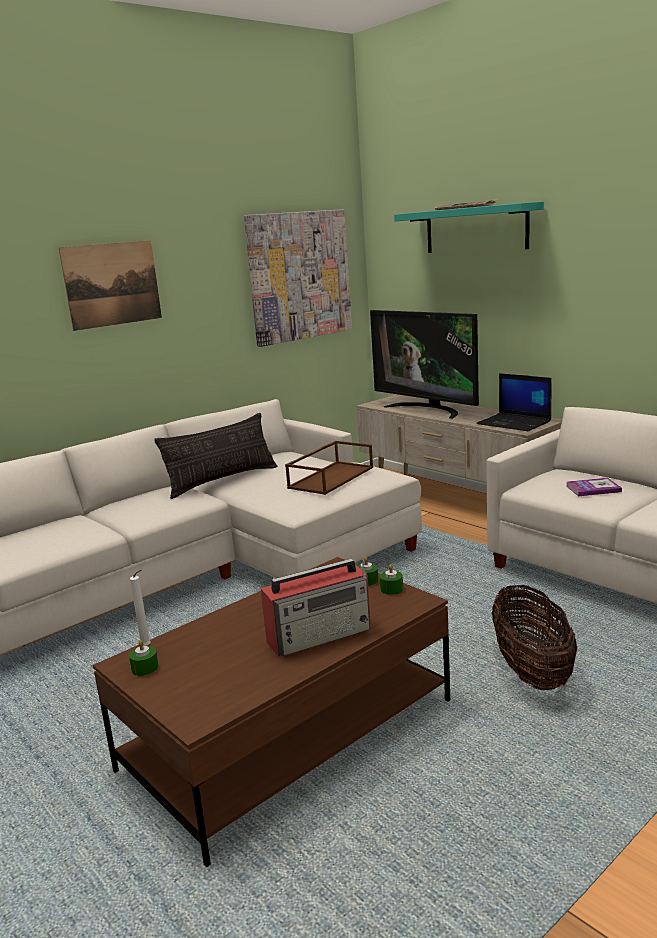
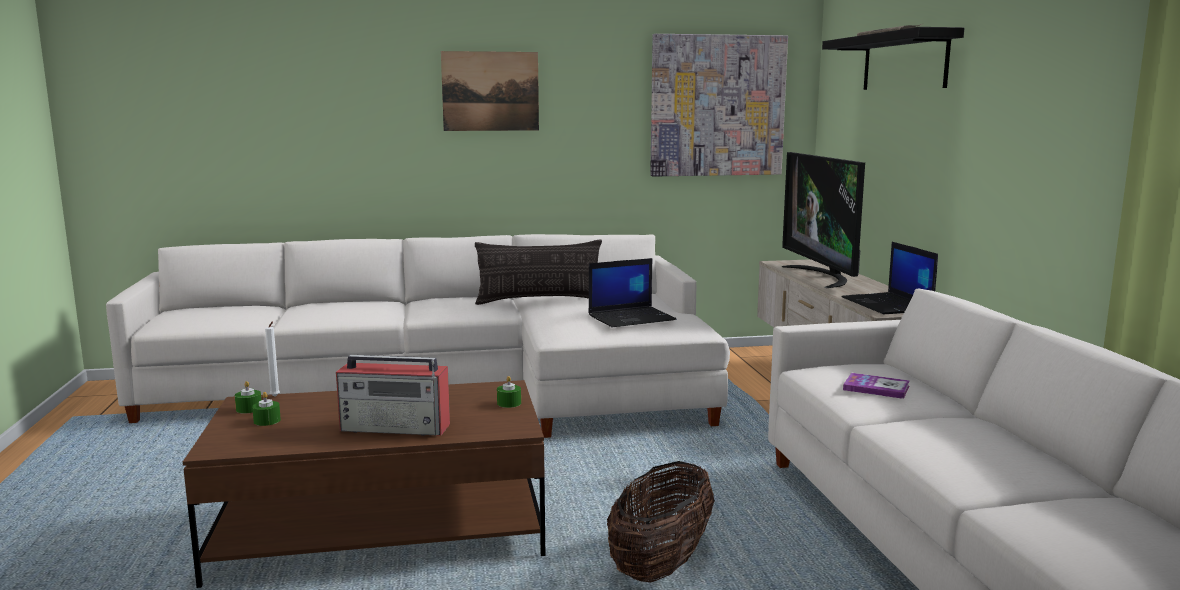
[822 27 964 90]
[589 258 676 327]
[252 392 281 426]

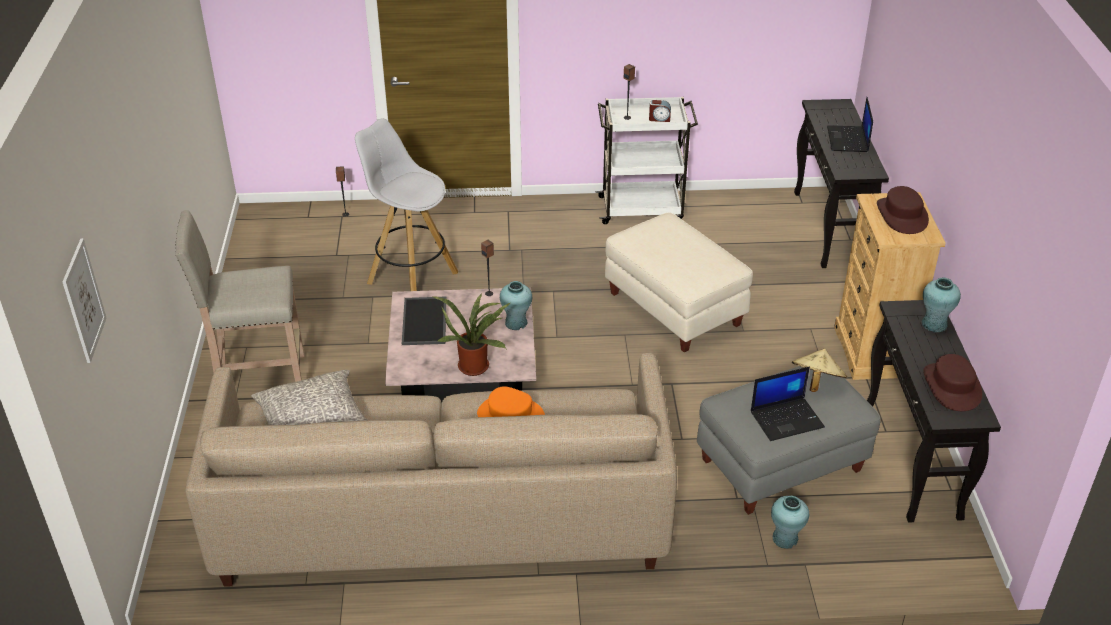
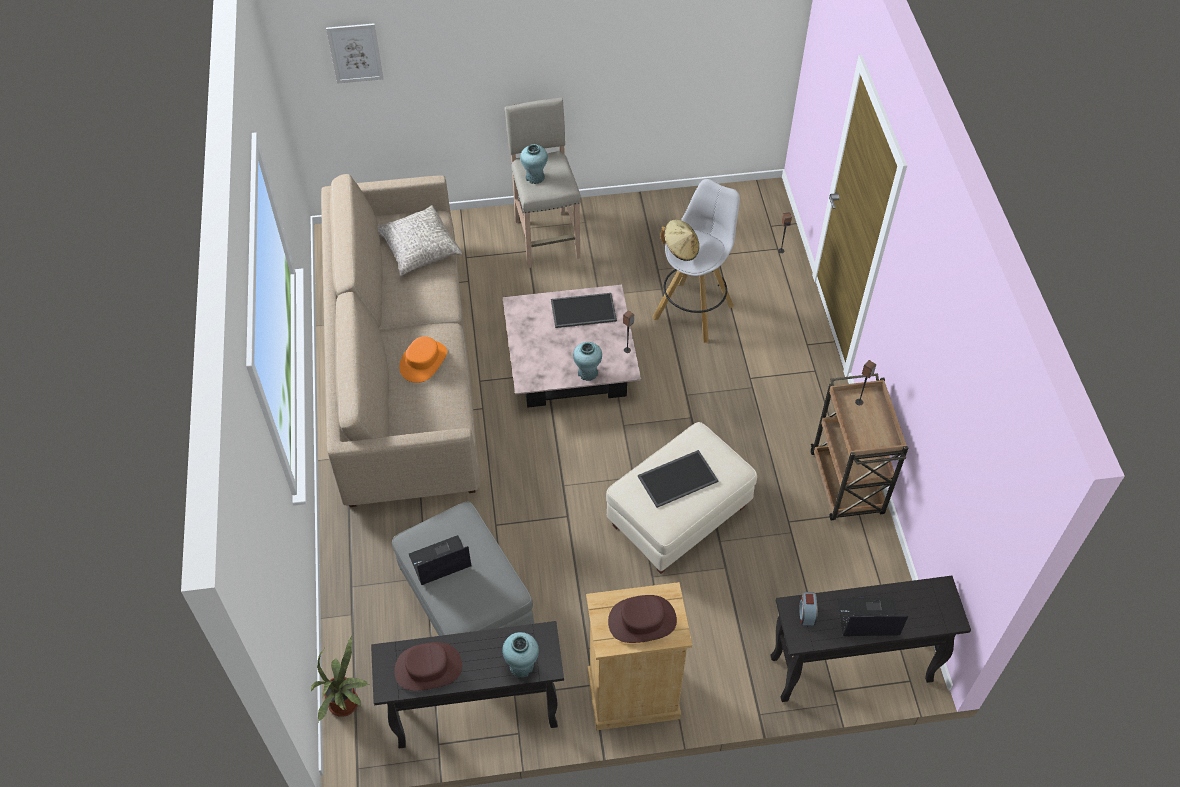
[811 373 908 520]
[799 592 818 625]
[311 636 369 722]
[661 219 699 261]
[409 535 471 585]
[520 144 548 184]
[638 450 719 508]

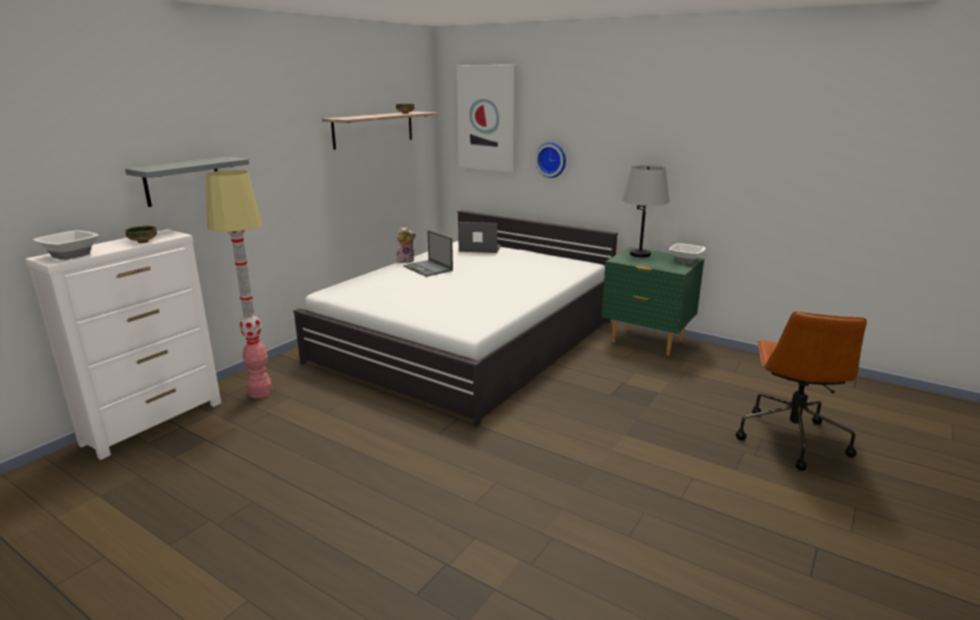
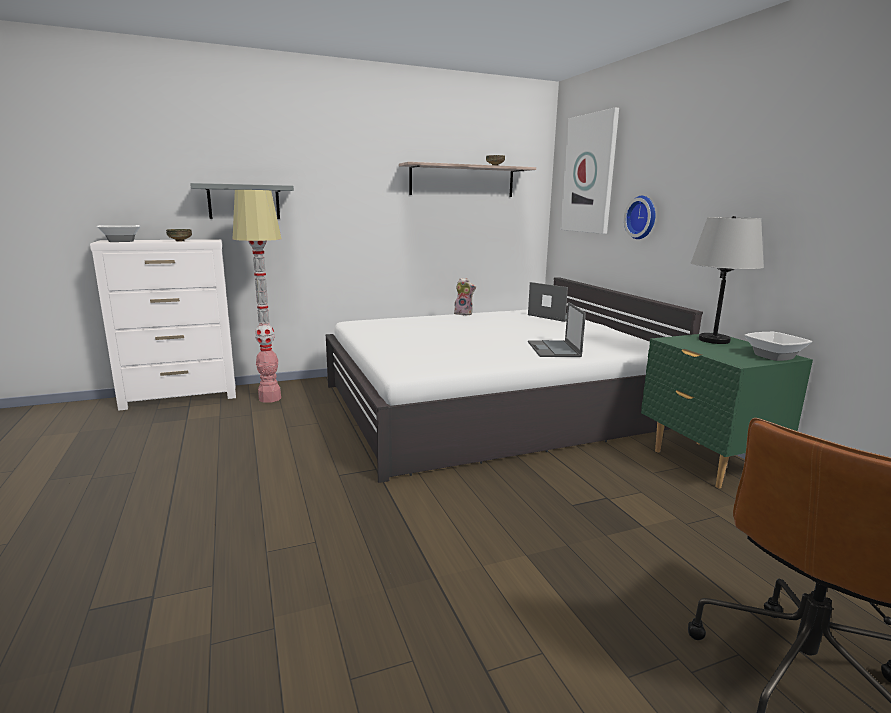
[528 302 586 357]

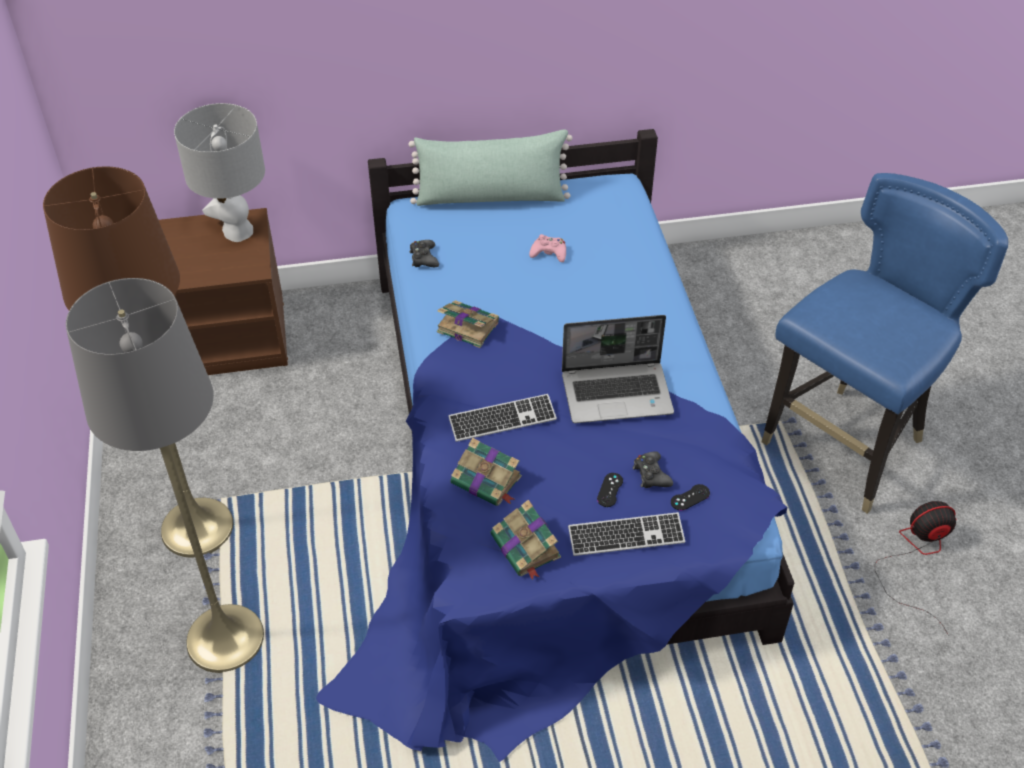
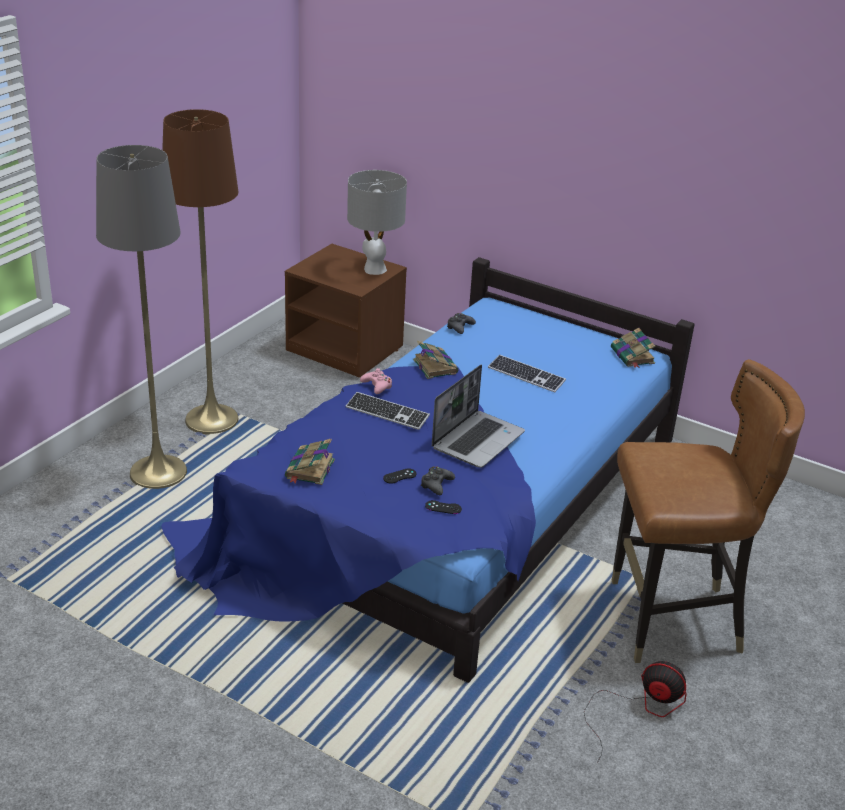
[409 129 572 206] (first image)
[612 359 805 663]
[360 368 392 394]
[432 365 525 468]
[611 328 656 368]
[488 355 566 392]

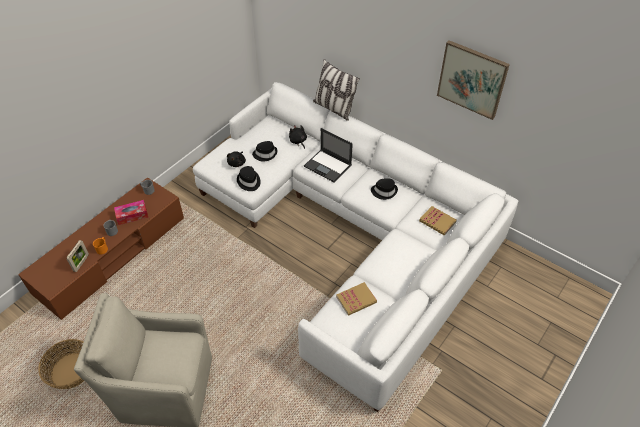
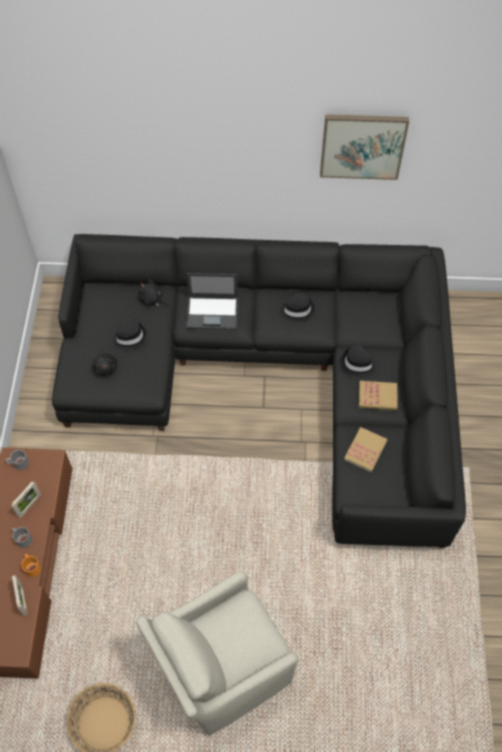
[313 59 360 121] (first image)
[52 234 466 548]
[342 345 376 377]
[11 481 41 518]
[359 381 397 410]

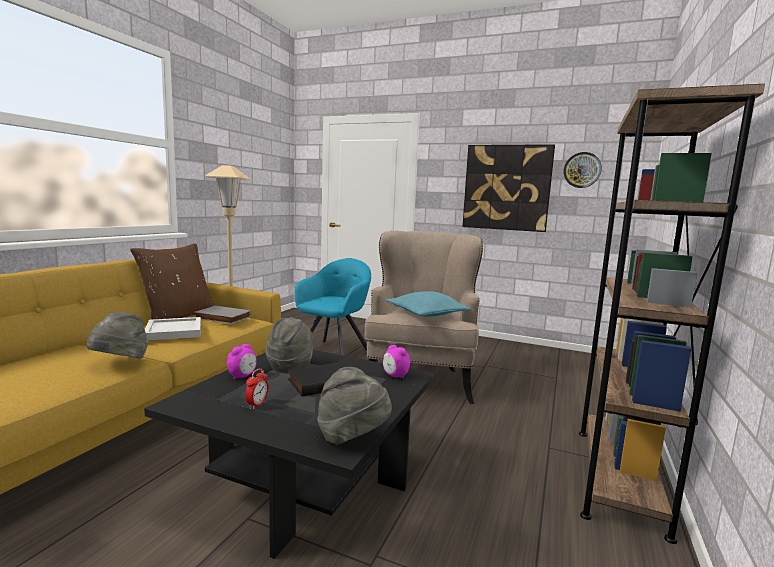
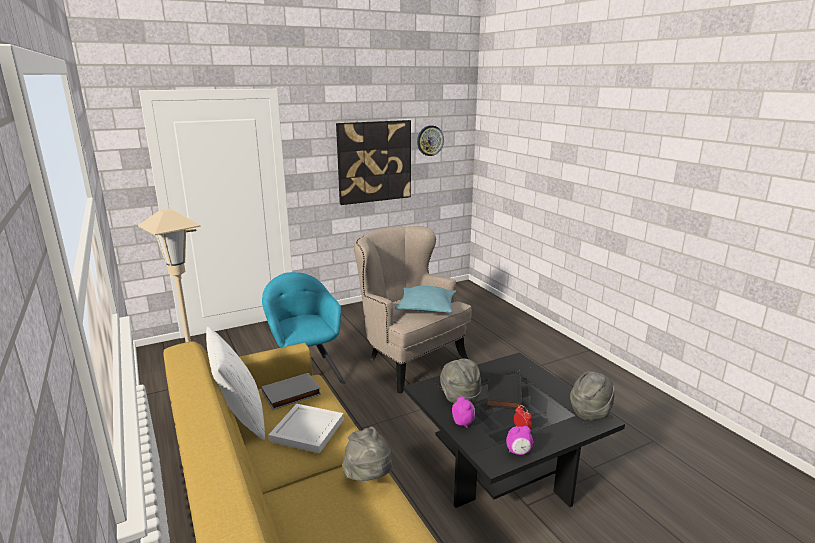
[579 84 765 544] (first image)
[206 327 265 440]
[506 426 533 455]

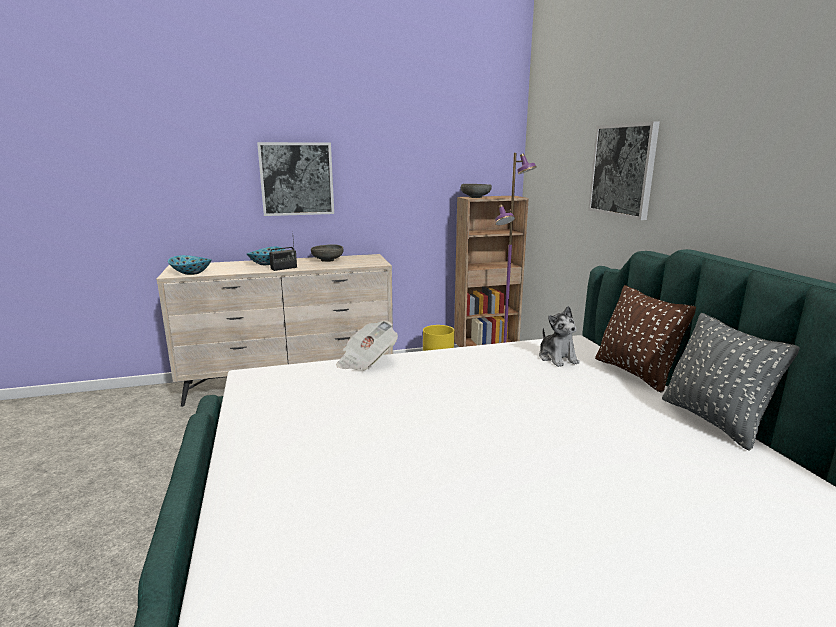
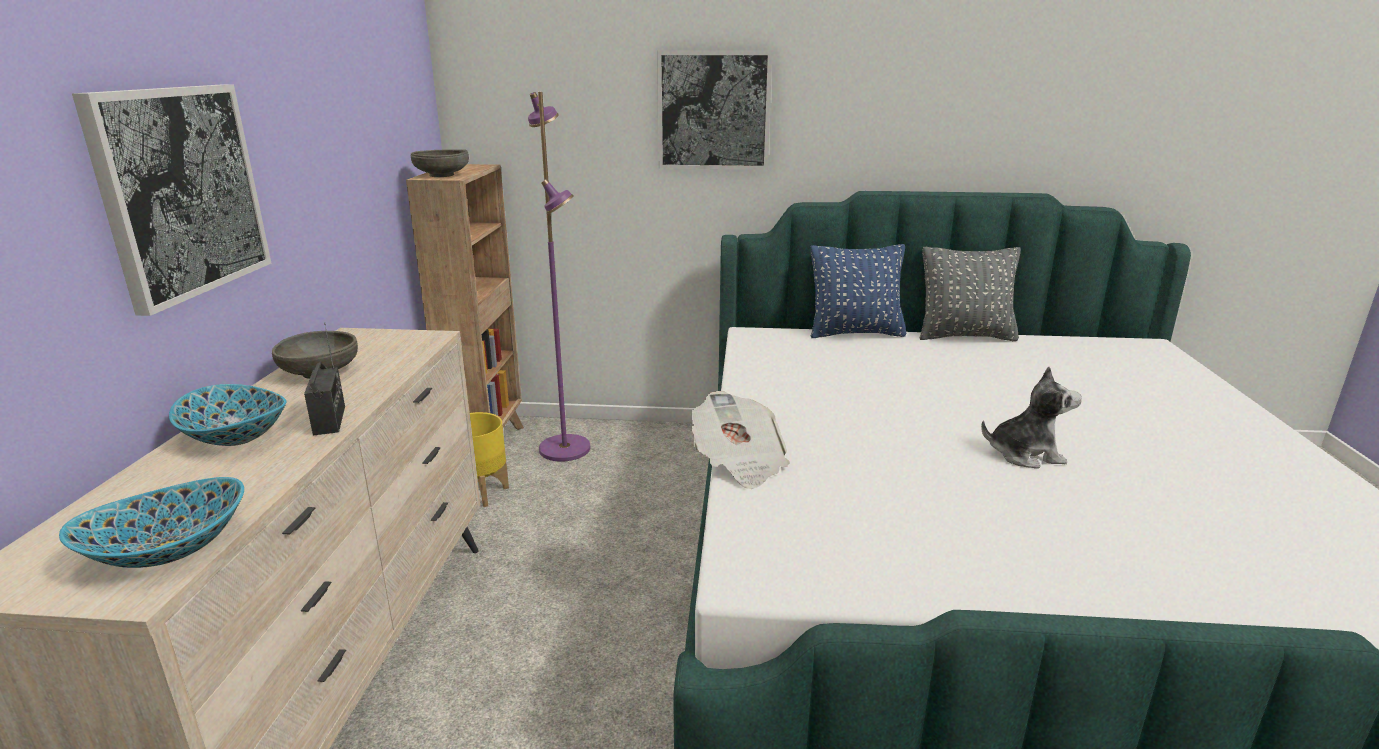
[810 244 906 338]
[981 367 1082 469]

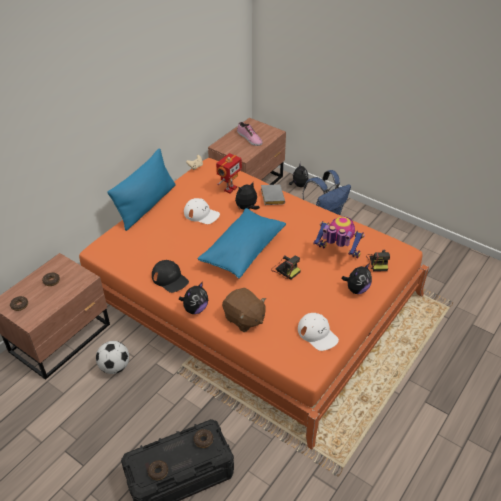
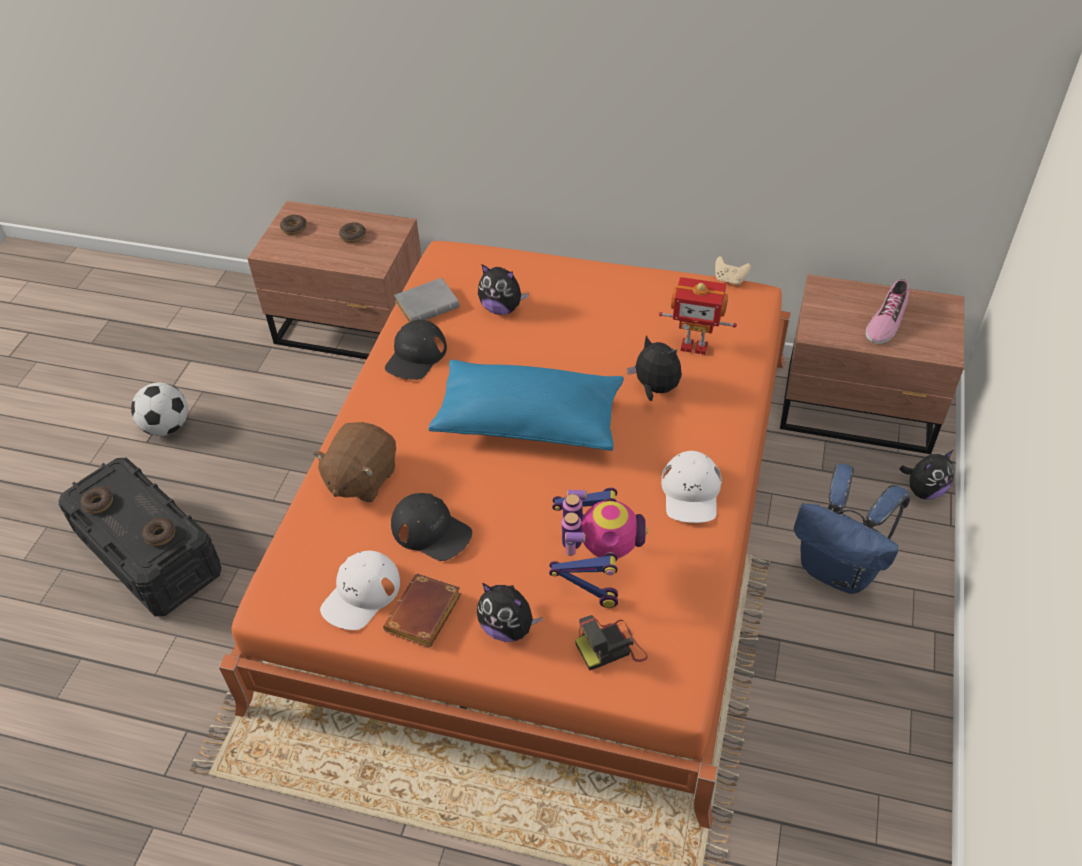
[107 148 176 231] (first image)
[394 277 460 322]
[661 451 722 523]
[271 255 301 280] (first image)
[478 264 529 315]
[131 383 188 436]
[391 493 472 561]
[383 574 461 648]

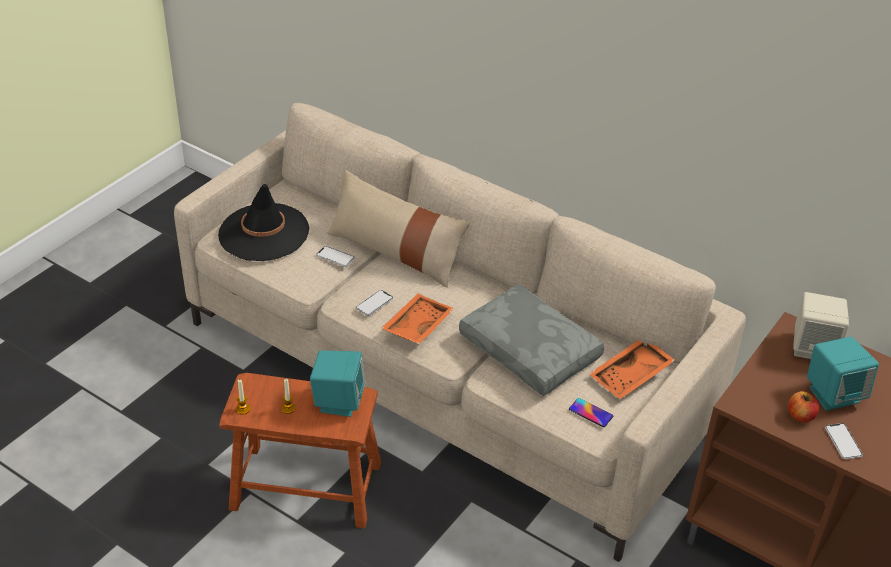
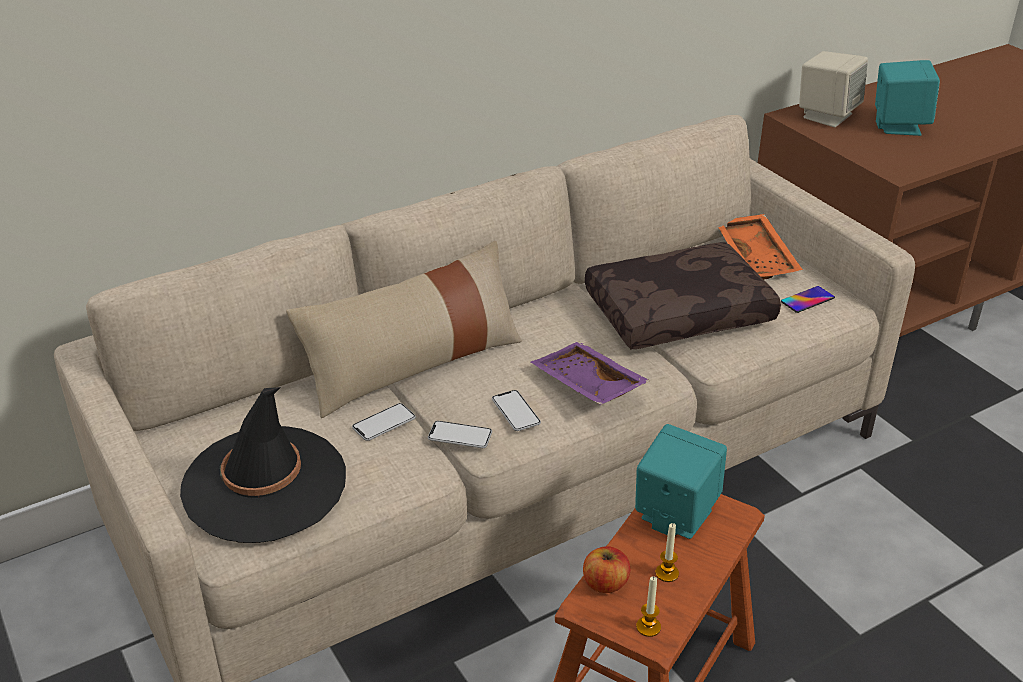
[585 242 781 349]
[531 341 650 405]
[583 546 630 593]
[428 421 492 448]

